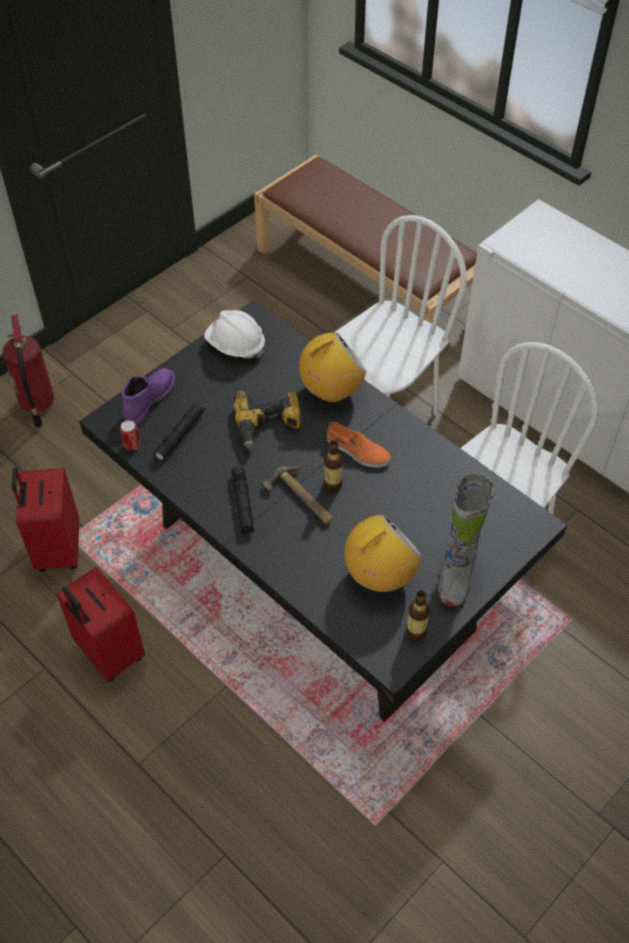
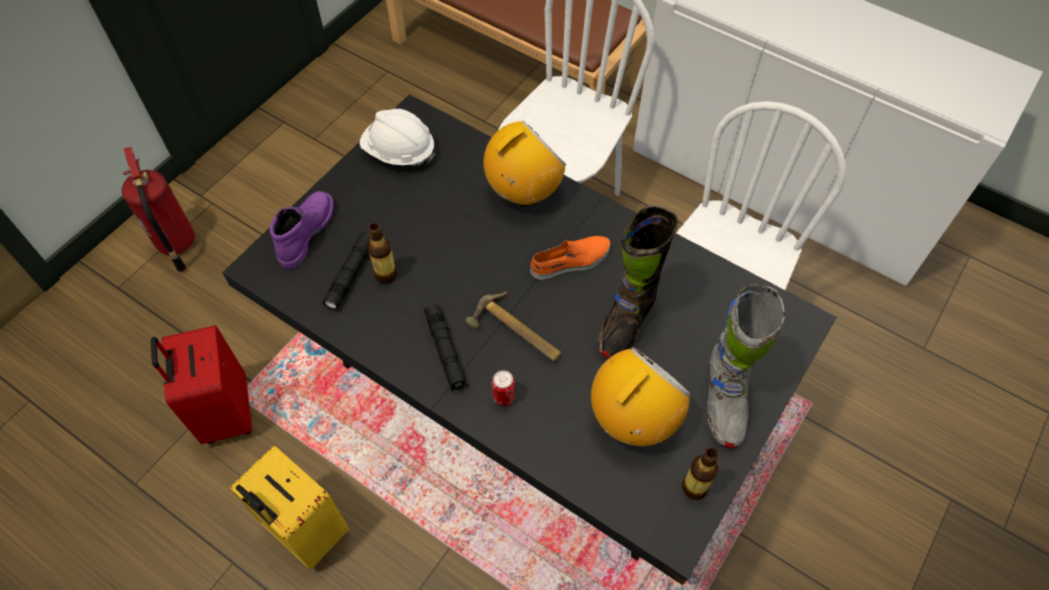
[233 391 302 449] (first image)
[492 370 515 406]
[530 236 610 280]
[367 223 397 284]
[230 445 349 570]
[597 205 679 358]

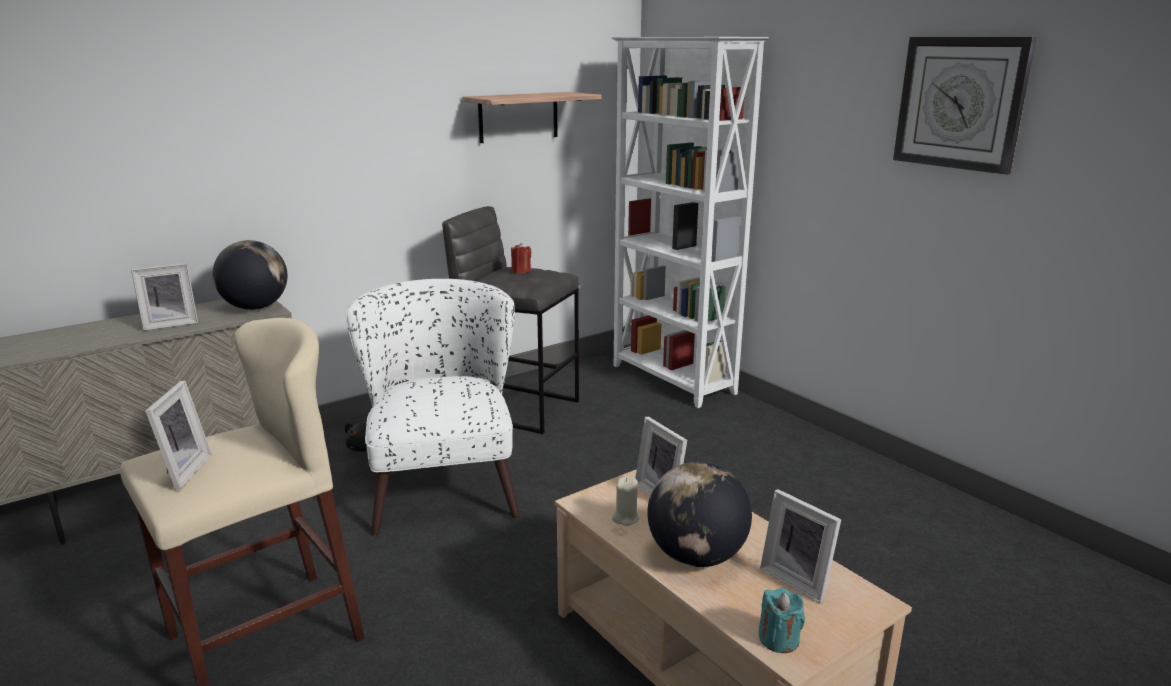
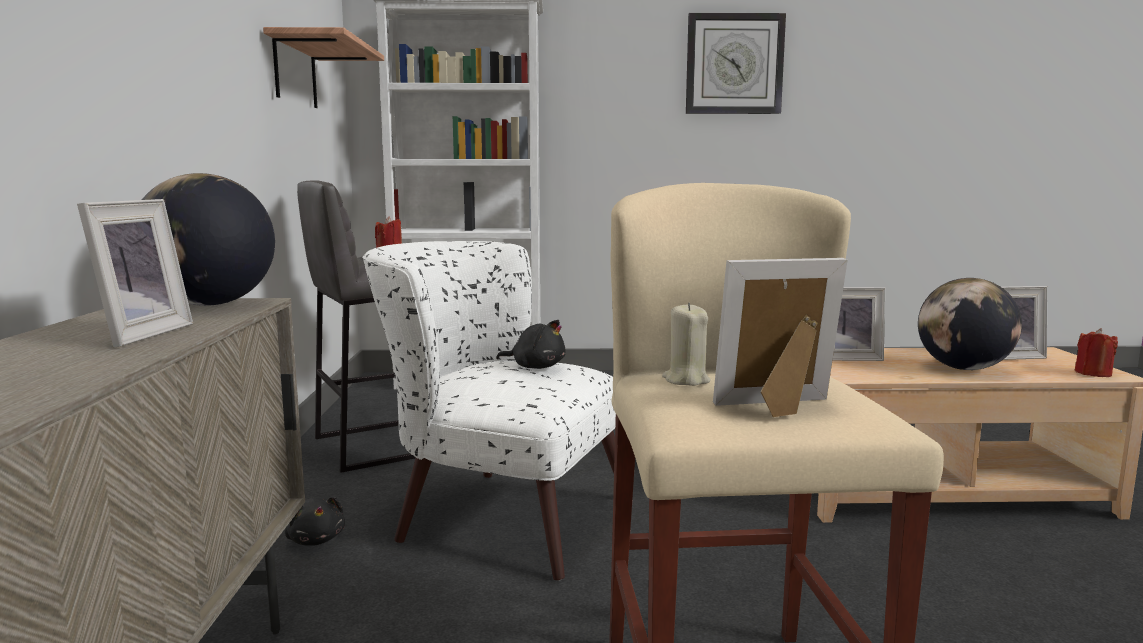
[713 258 848 417]
[662 303 711 386]
[1075 328 1118 377]
[496 320 566 369]

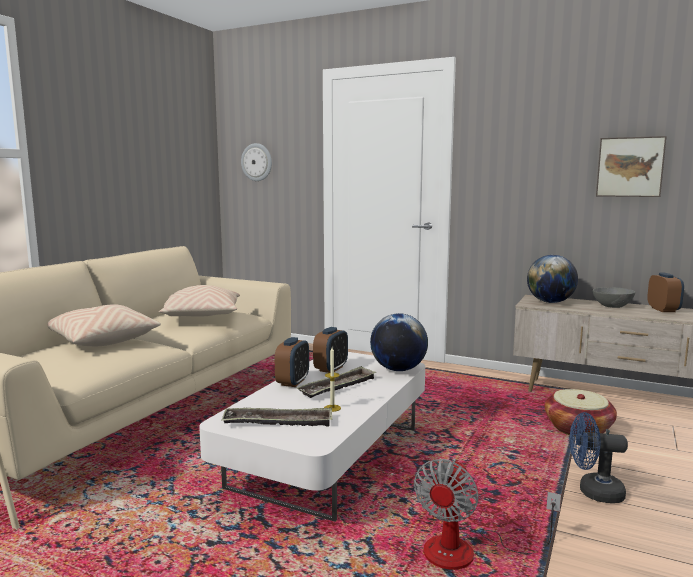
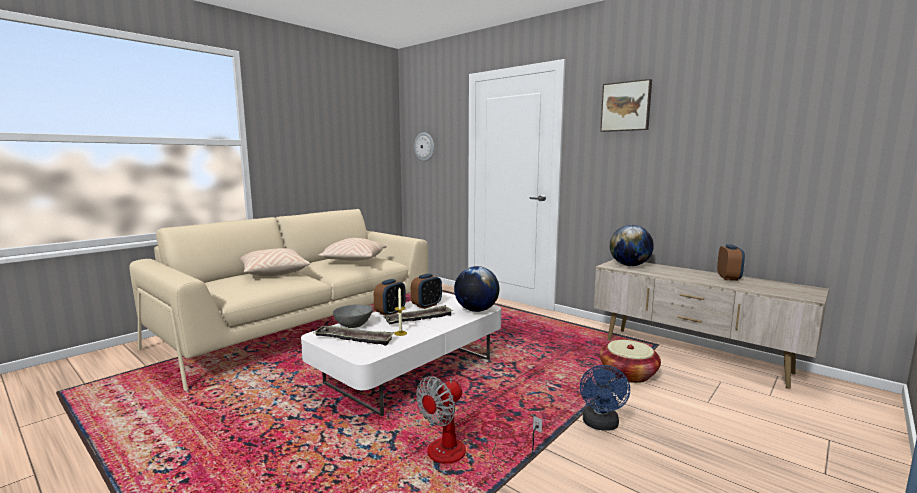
[600 79 652 132]
[333 304 373 328]
[580 365 630 431]

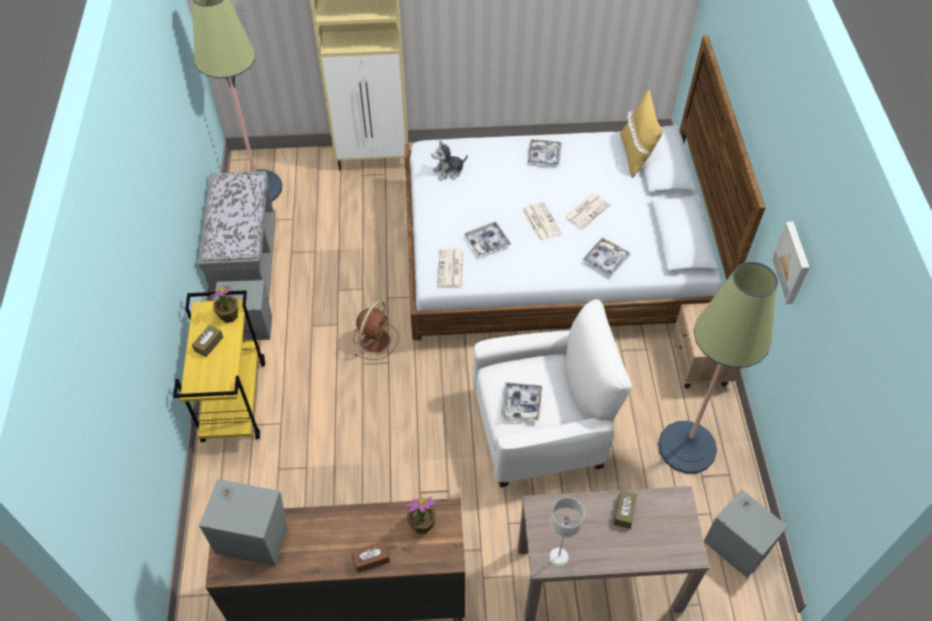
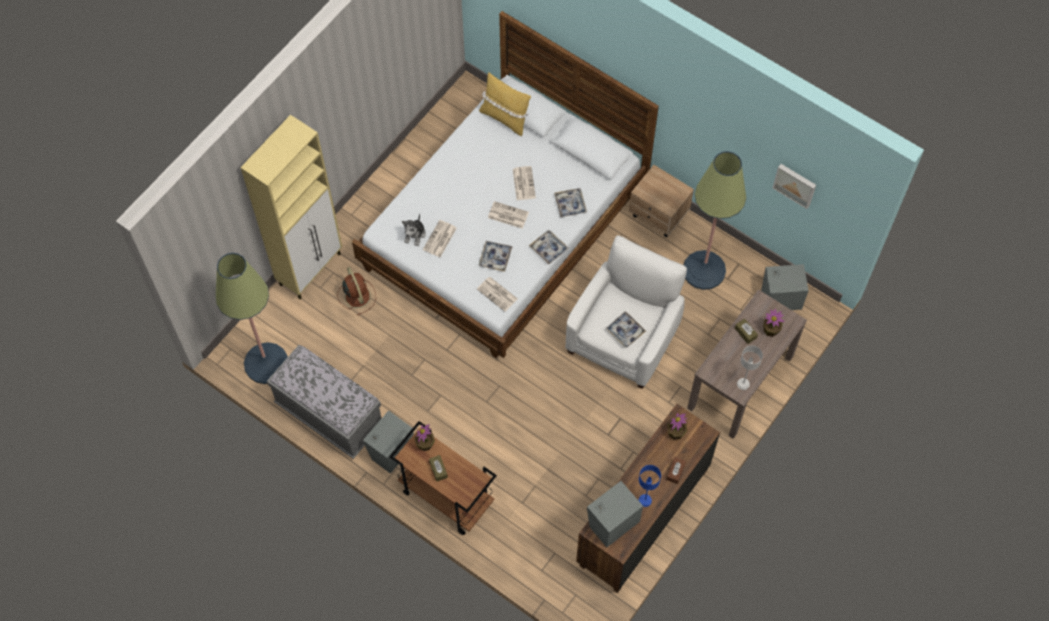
[529 230 569 265]
[772 164 816 209]
[389 421 497 535]
[337 267 376 316]
[423 220 457 257]
[763 309 784 337]
[639 465 661 507]

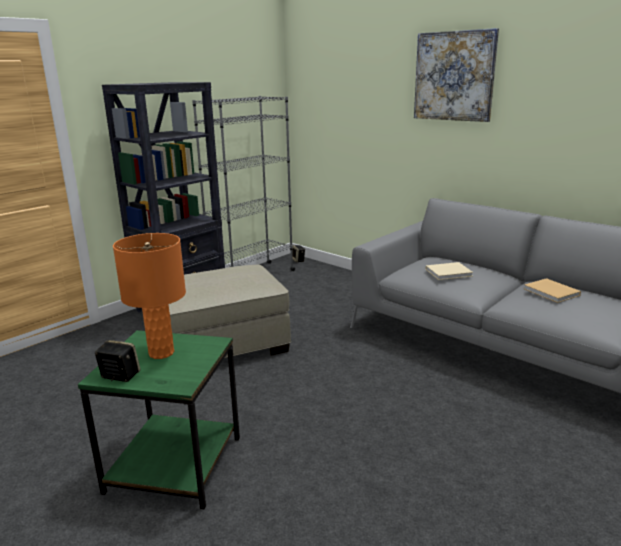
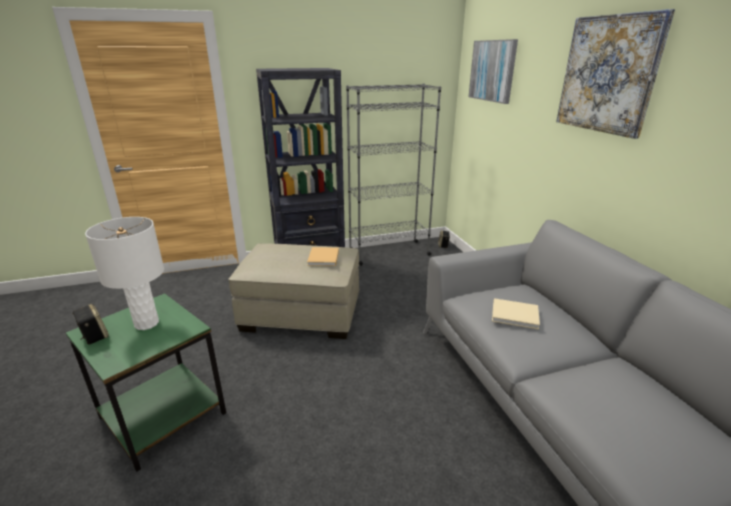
[85 217 164 330]
[307 247 339 266]
[468 39 518 104]

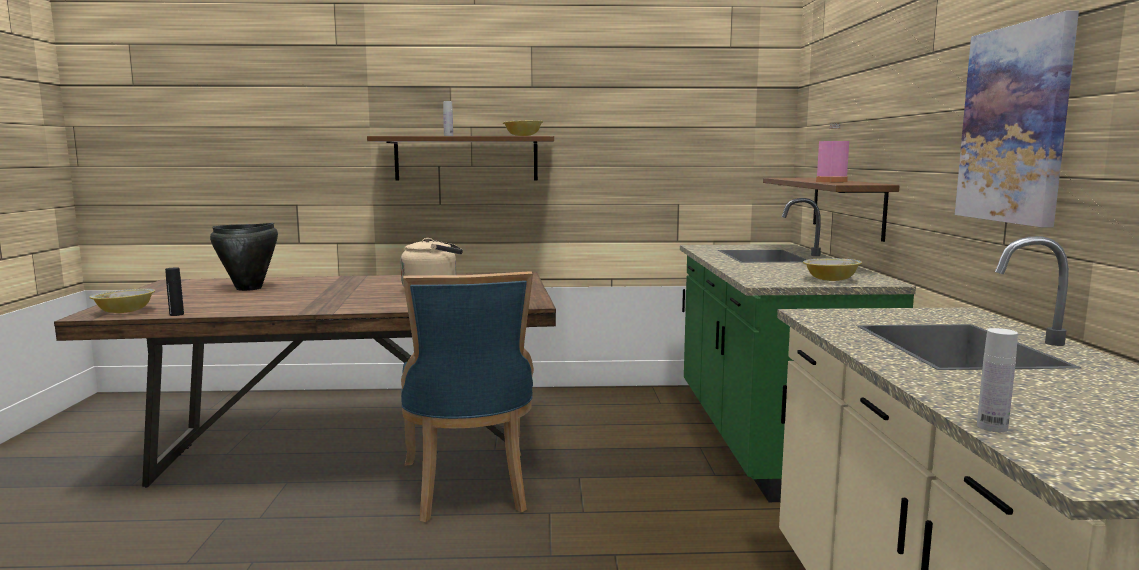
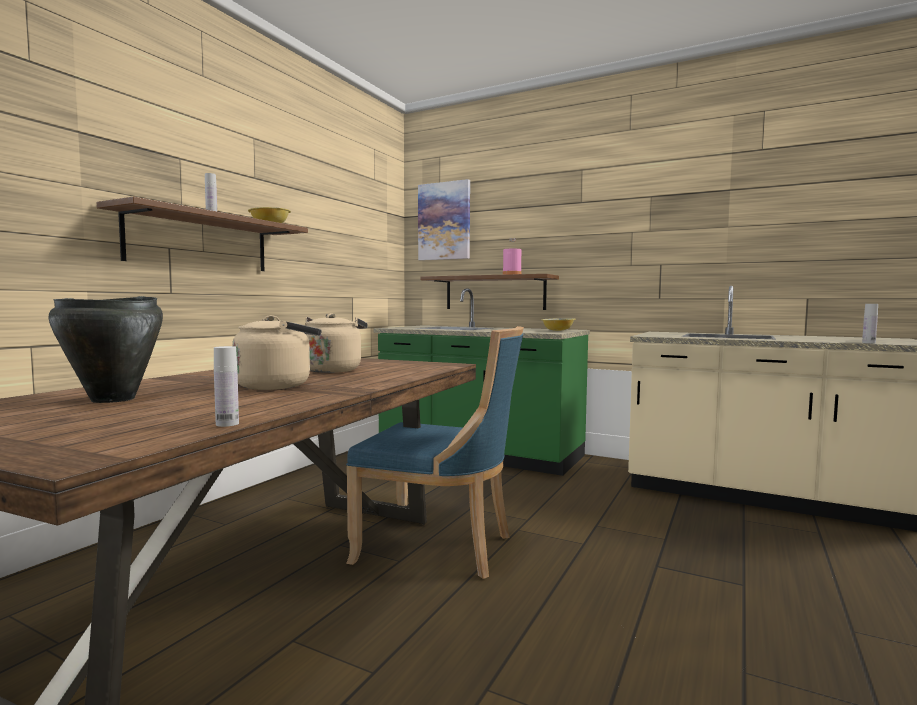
[418 179 470 261]
[214 346 239 427]
[89 289 155 313] (first image)
[232 315 322 390]

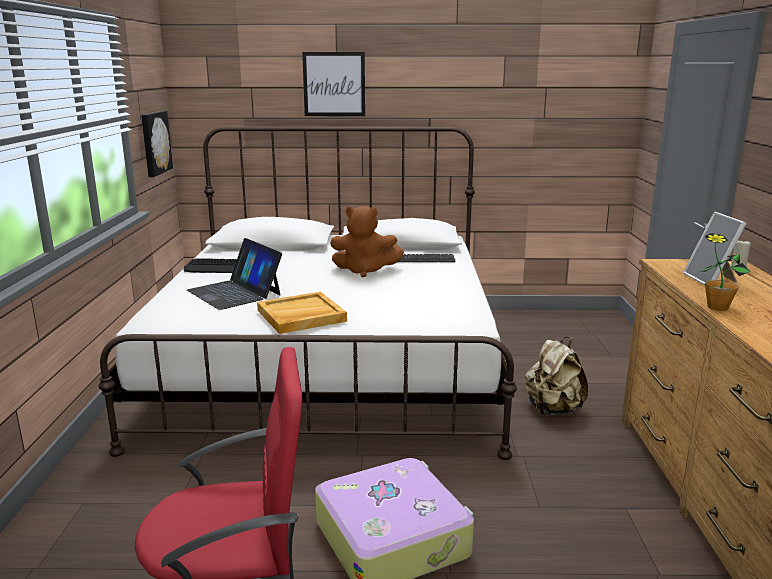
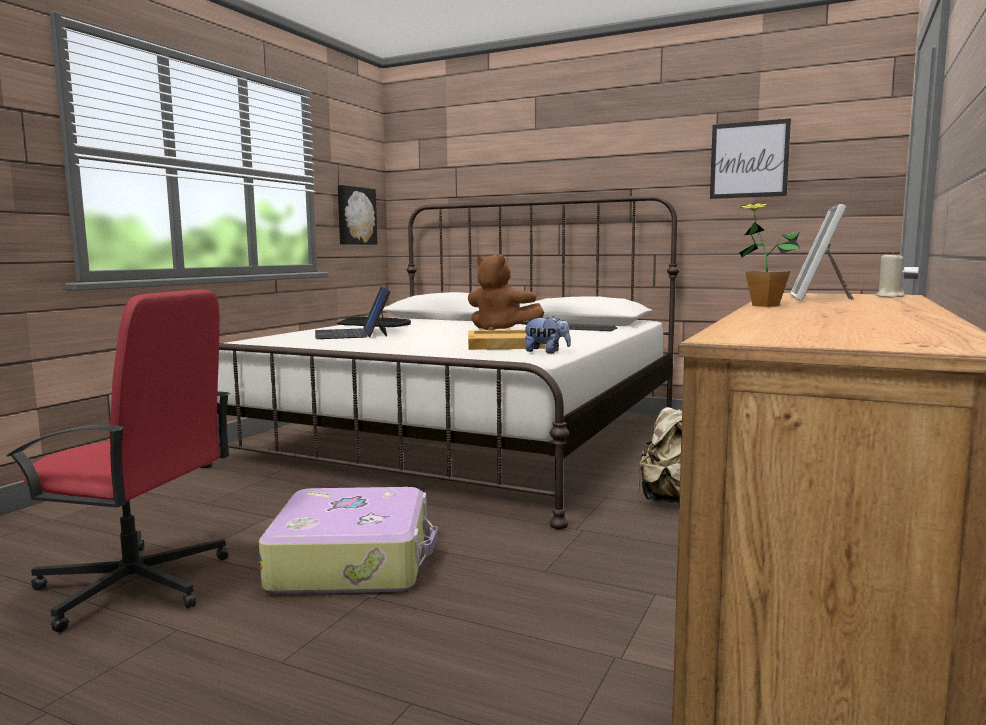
[710 118 791 199]
[468 330 545 350]
[523 316 571 353]

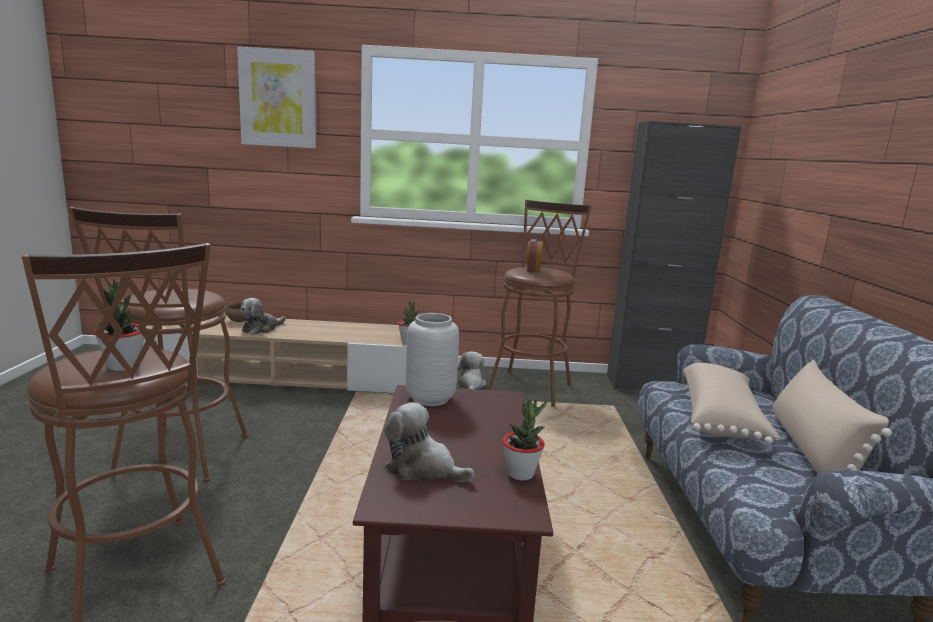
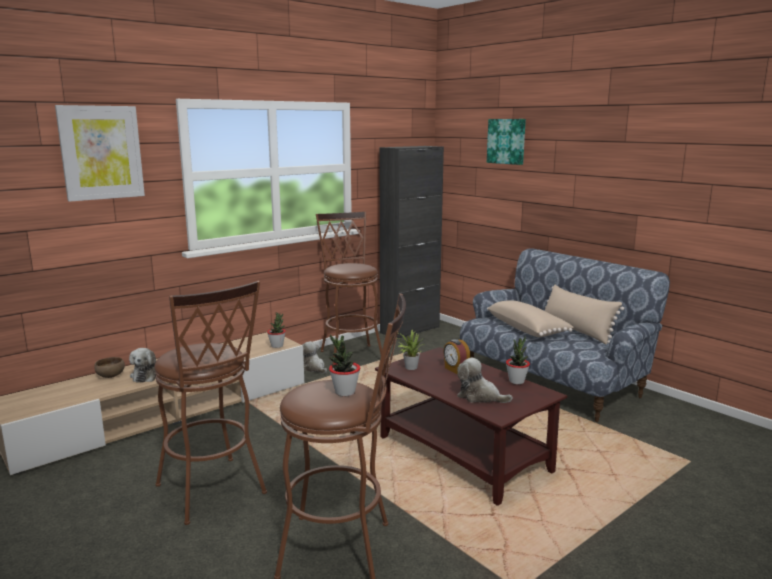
[443 339 470 374]
[397 330 425 370]
[457 358 513 403]
[487 119 526 165]

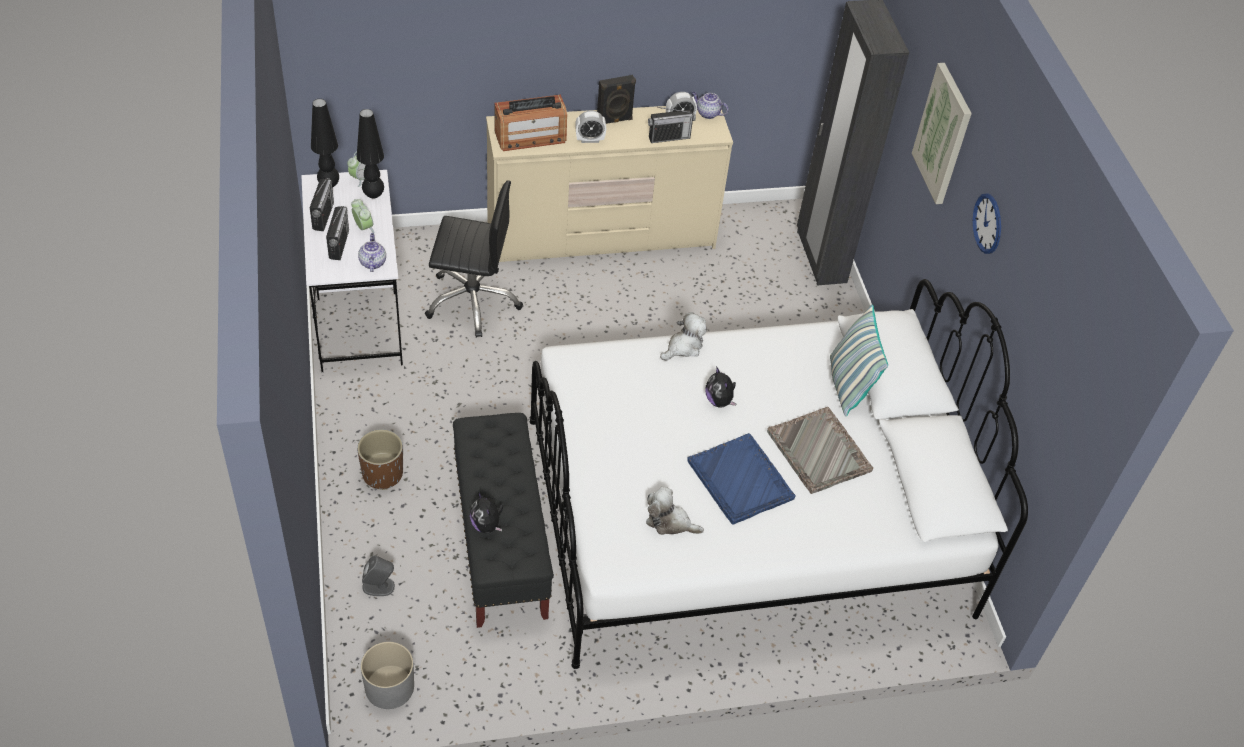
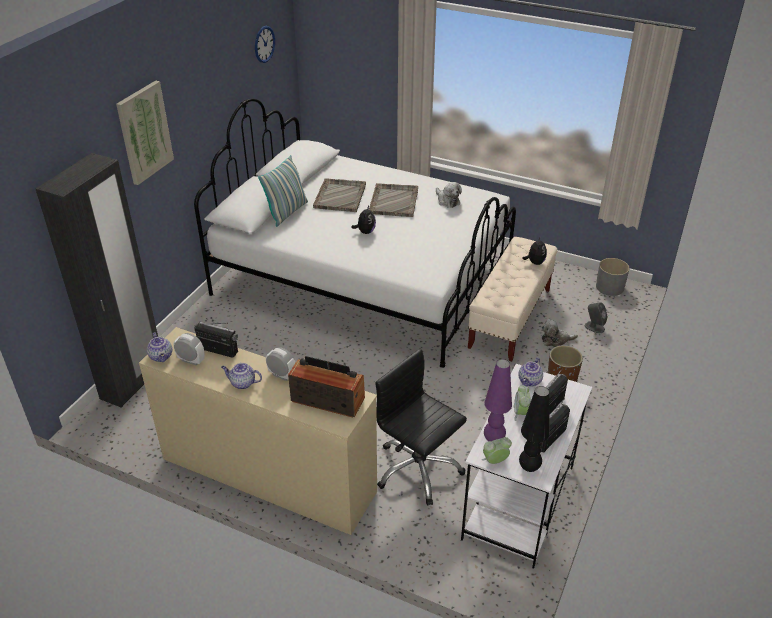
[221 363 262 389]
[484 359 512 441]
[255 26 275 63]
[542 319 578 347]
[468 237 558 362]
[369 183 418 217]

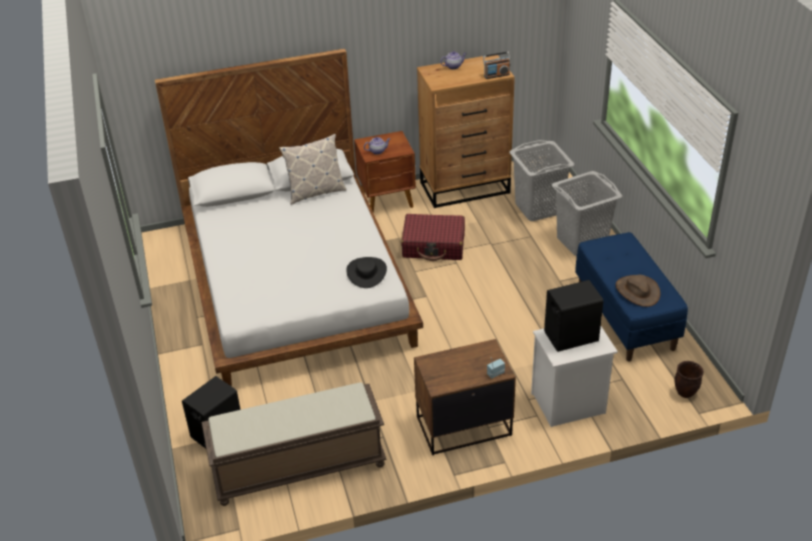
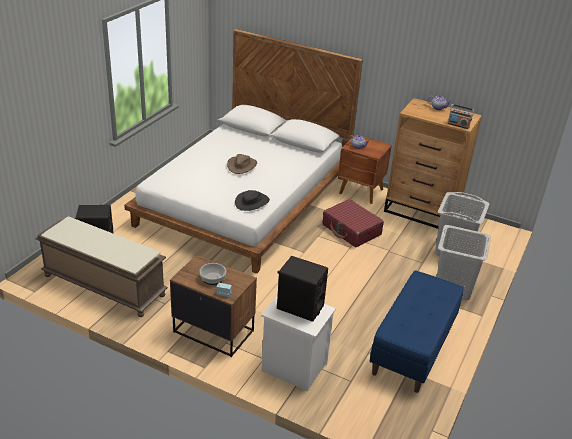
[279 134 346 205] (first image)
[227 154 257 174]
[674 361 704 398] (first image)
[199 263 226 285]

